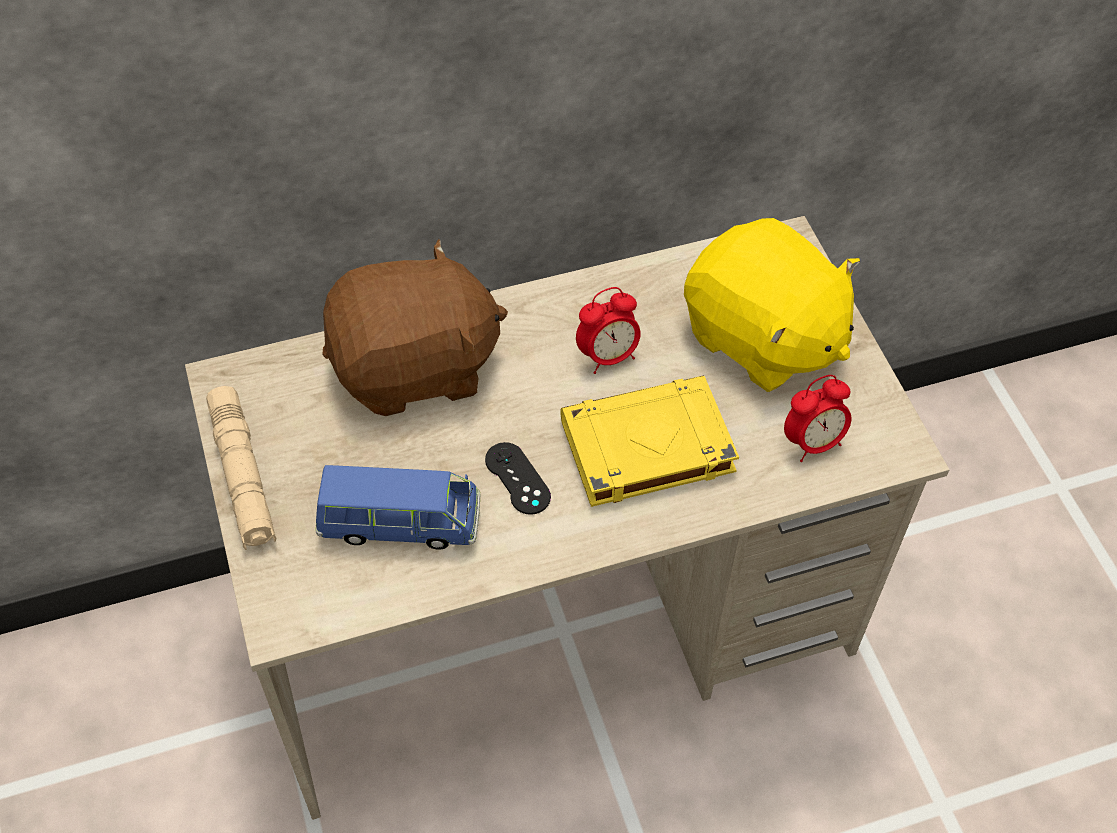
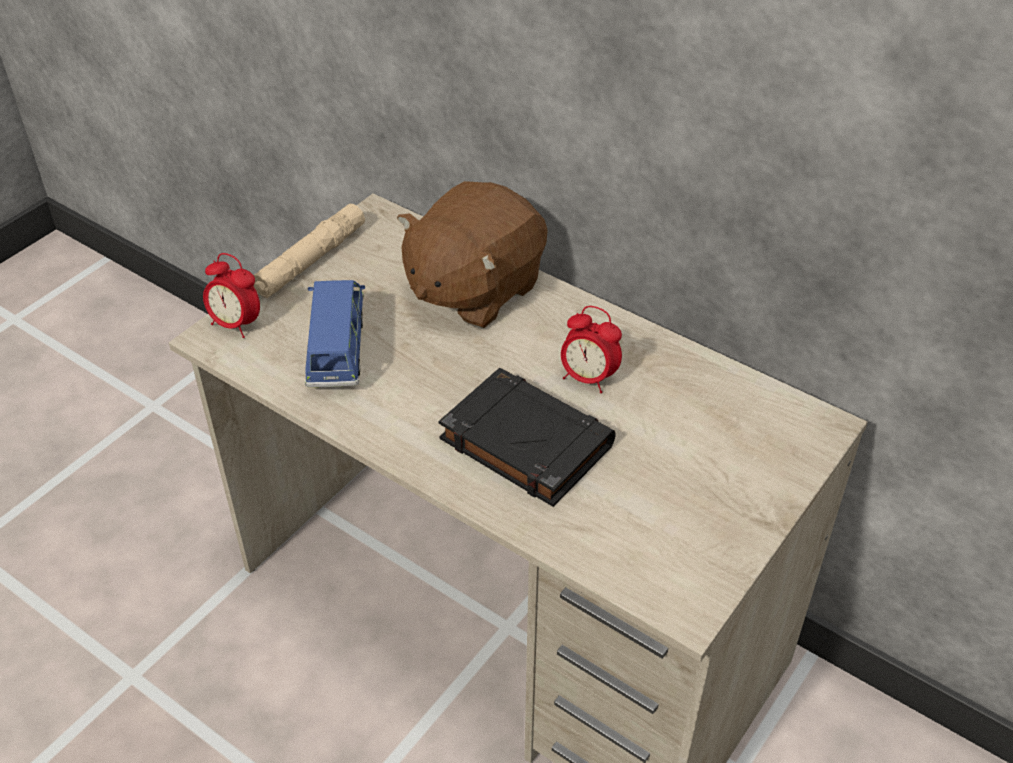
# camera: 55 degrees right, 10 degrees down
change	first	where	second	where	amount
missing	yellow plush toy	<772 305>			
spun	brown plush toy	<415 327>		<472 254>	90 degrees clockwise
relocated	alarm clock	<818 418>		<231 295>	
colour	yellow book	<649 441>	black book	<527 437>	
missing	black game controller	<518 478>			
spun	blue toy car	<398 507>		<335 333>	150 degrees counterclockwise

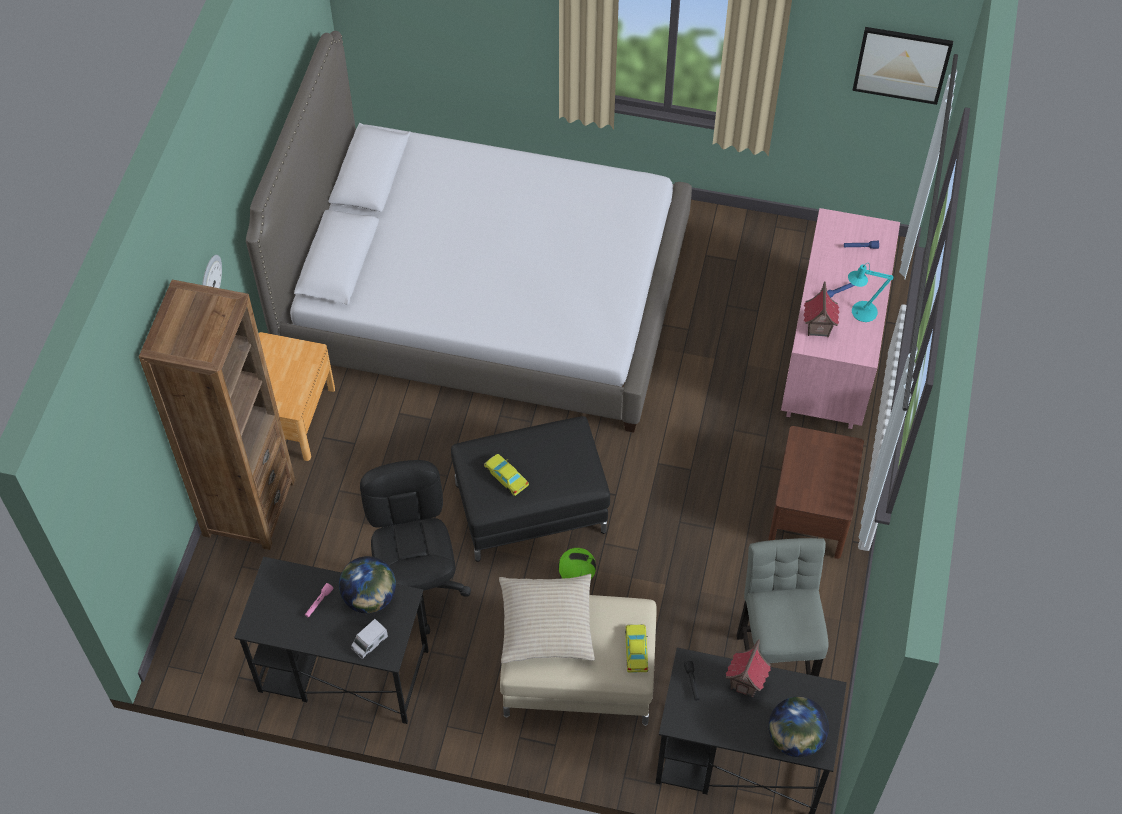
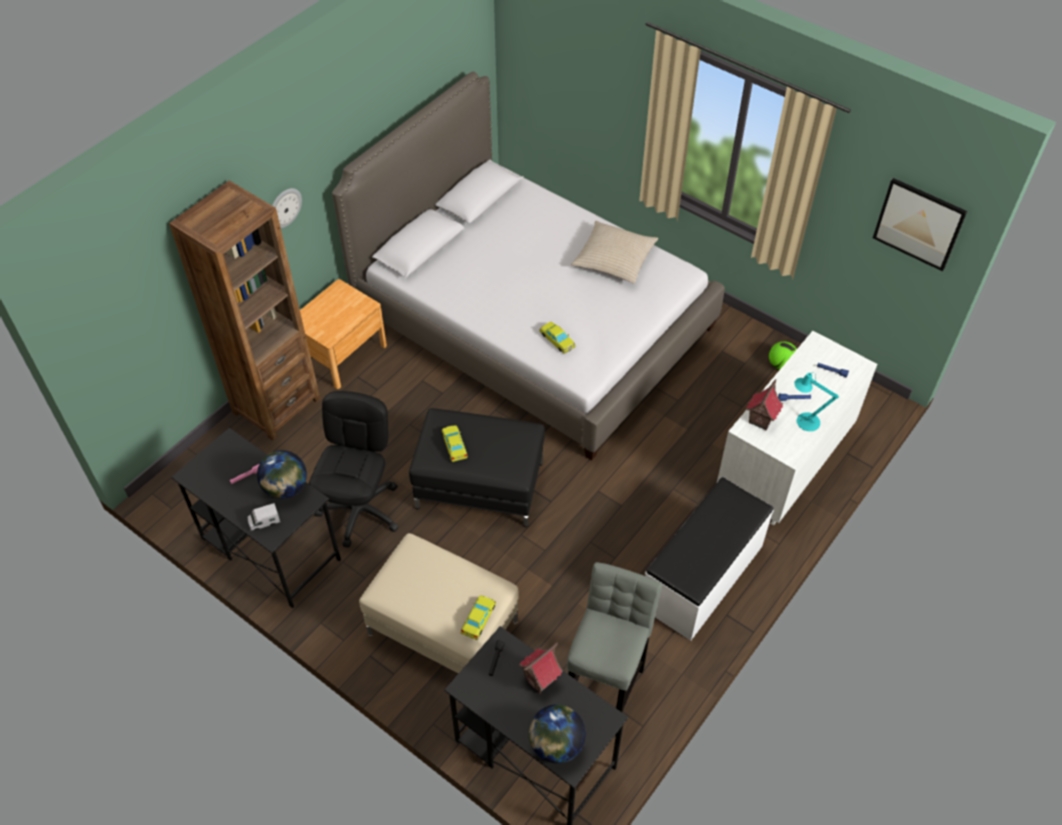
# camera: 25 degrees right, 5 degrees down
change	first	where	second	where	amount
colour	pink dresser	<840 318>	white dresser	<797 428>	
exchanged	brown nightstand	<816 492>	white bench	<709 559>	
relocated	football	<577 563>		<783 355>	
relocated	beige pillow	<547 618>		<614 252>	
appeared			yellow toy car	<557 338>	

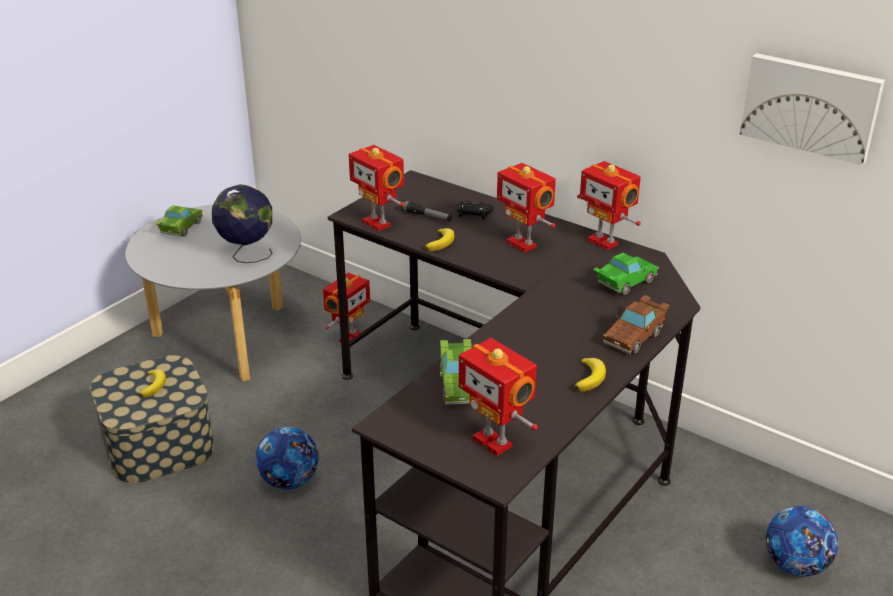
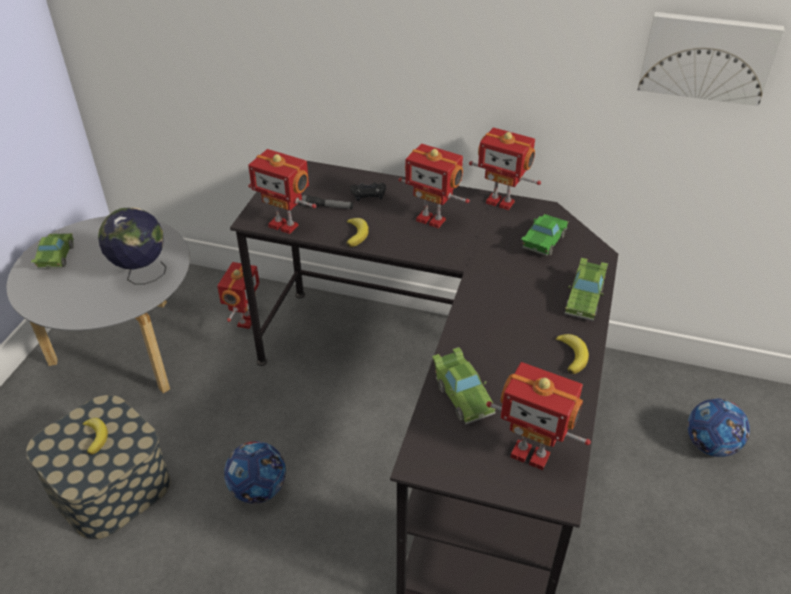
# camera: 20 degrees left, 10 degrees up
change	first	where	second	where	amount
colour	brown toy car	<636 324>	green toy car	<586 289>	

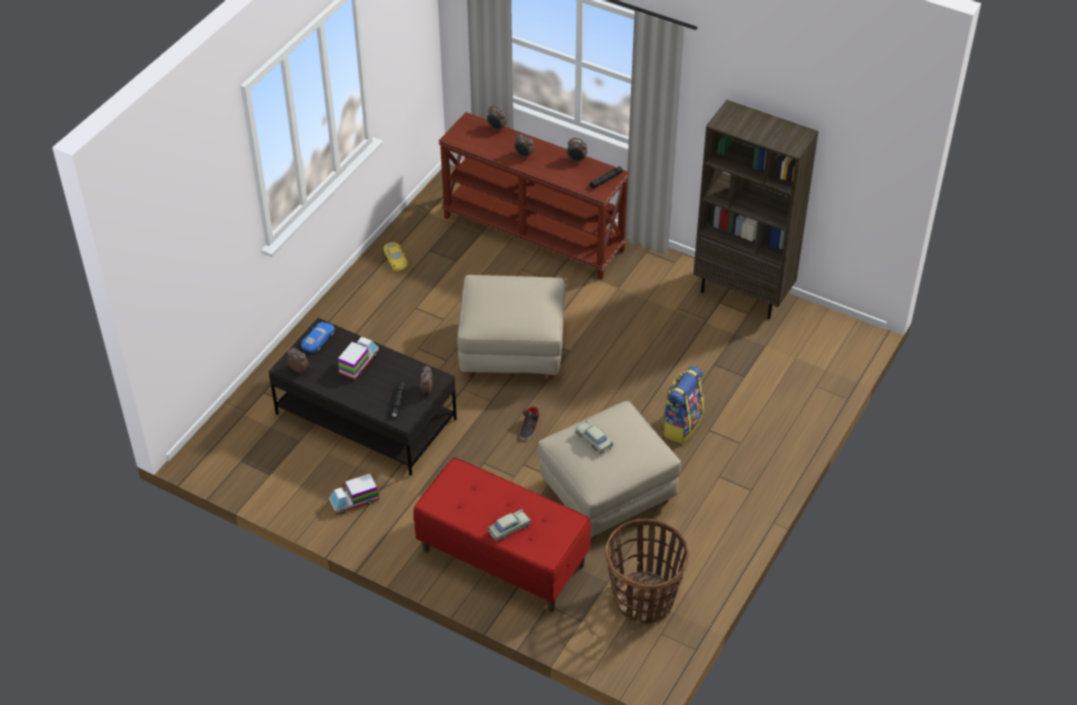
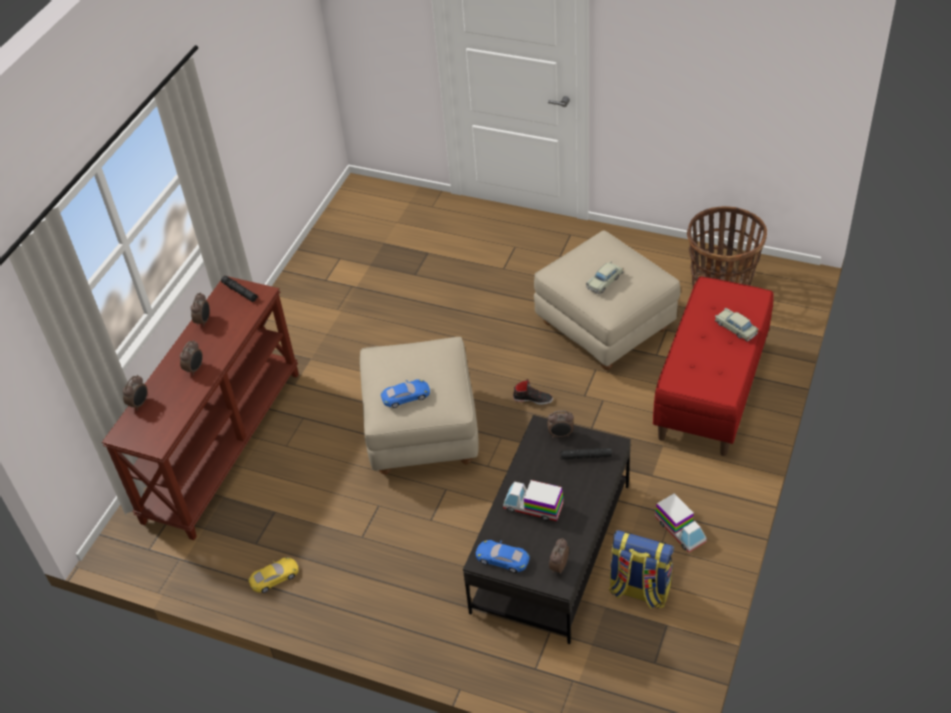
# camera: 95 degrees left, 0 degrees up
change	first	where	second	where	amount
missing	brown bookcase	<756 209>			
relocated	backpack	<682 405>		<641 569>	
appeared			blue toy car	<405 393>	

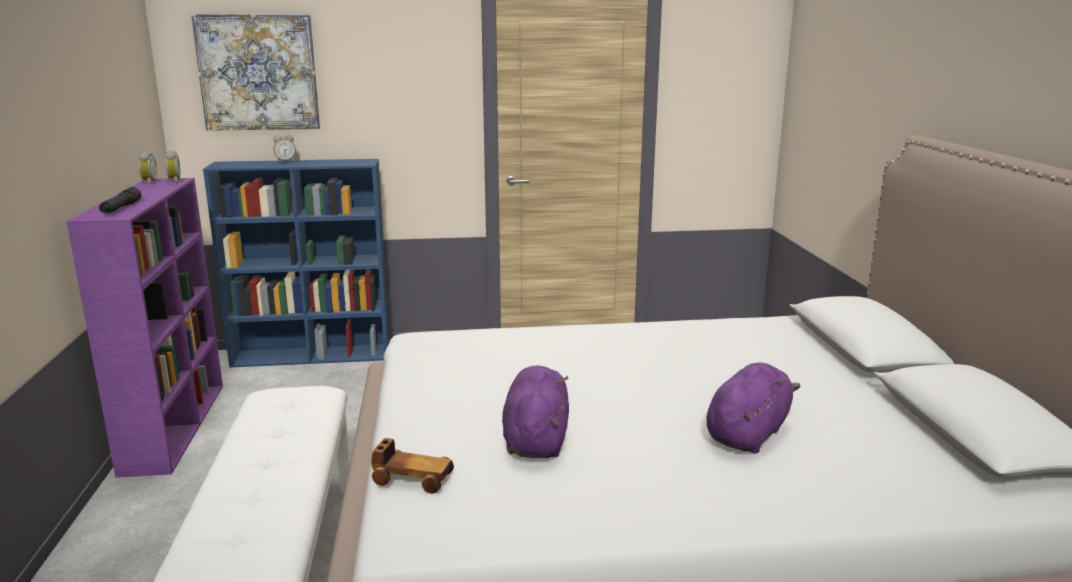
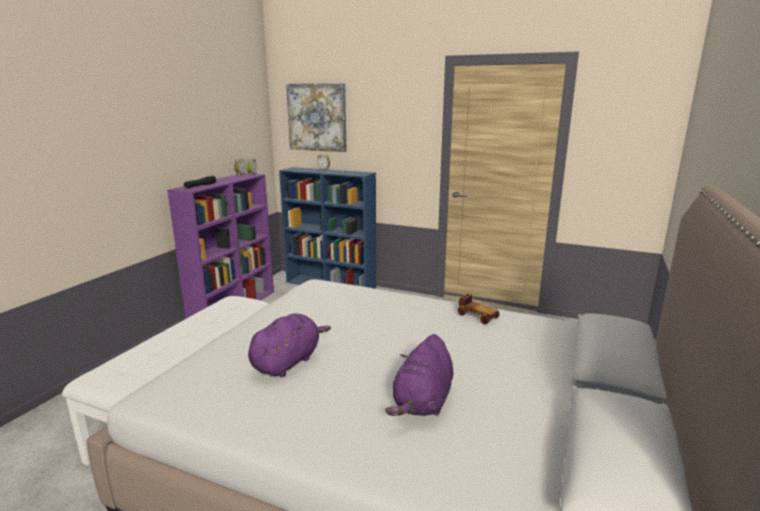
# camera: 30 degrees right, 0 degrees up
change	first	where	second	where	amount
spun	purple plush toy	<753 408>		<419 375>	135 degrees clockwise
relocated	toy car	<412 466>		<479 309>	

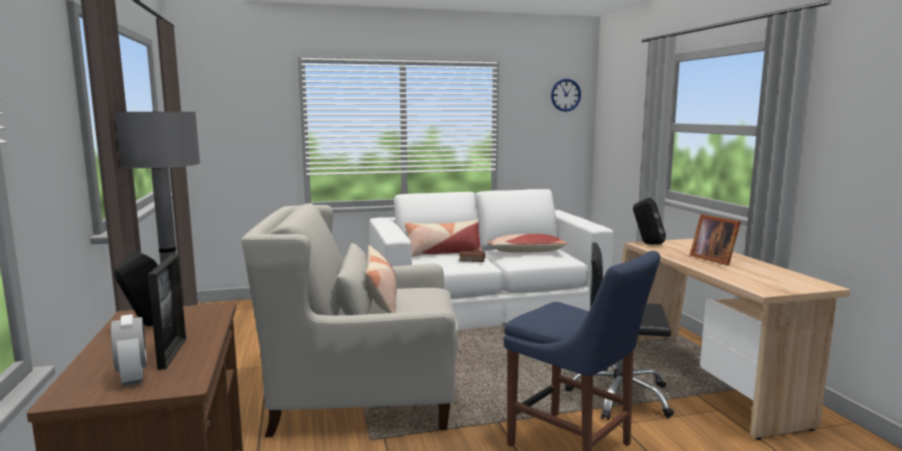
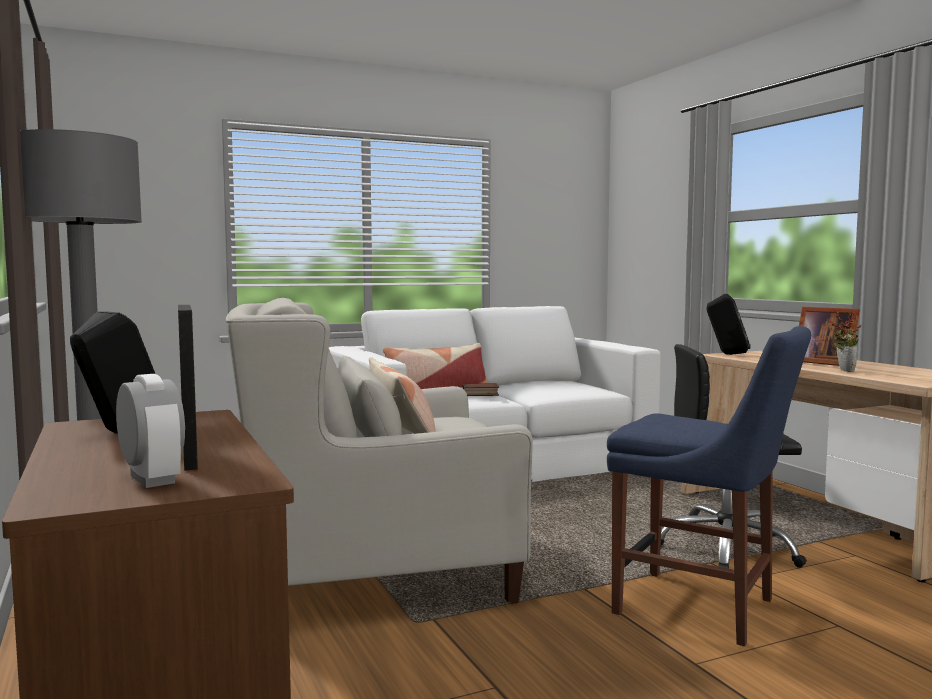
# camera: 10 degrees left, 5 degrees down
change	first	where	second	where	amount
missing	wall clock	<566 95>			
missing	pillow	<527 243>			
appeared			potted plant	<845 341>	

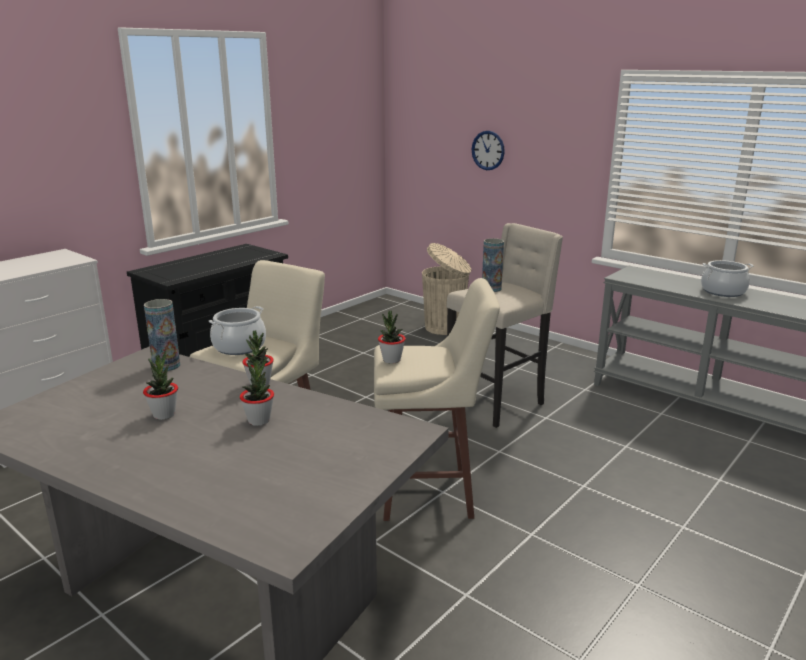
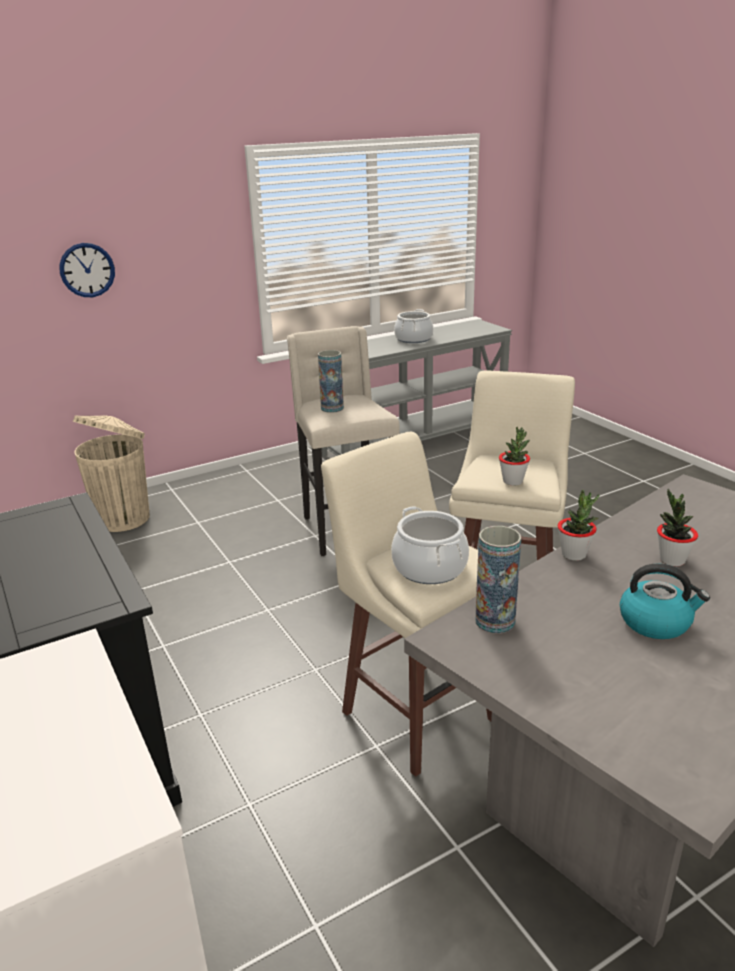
# camera: 70 degrees left, 5 degrees up
change	first	where	second	where	amount
exchanged	potted plant	<160 385>	kettle	<665 601>	

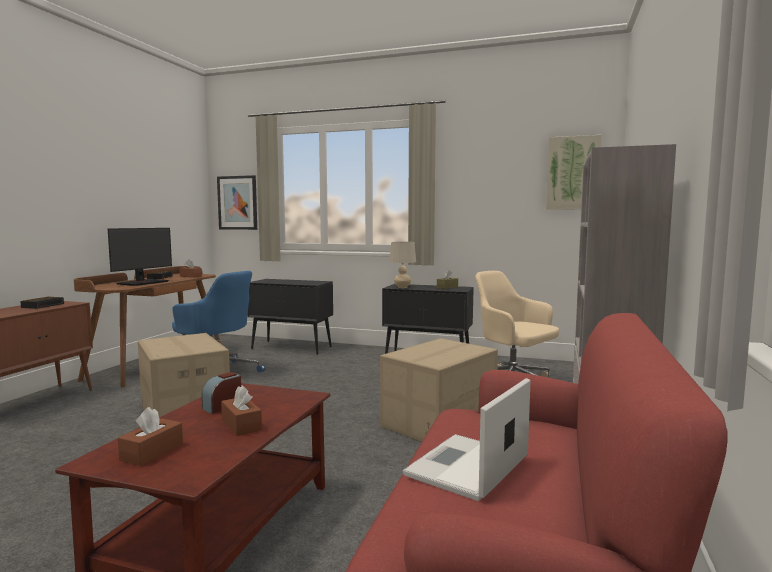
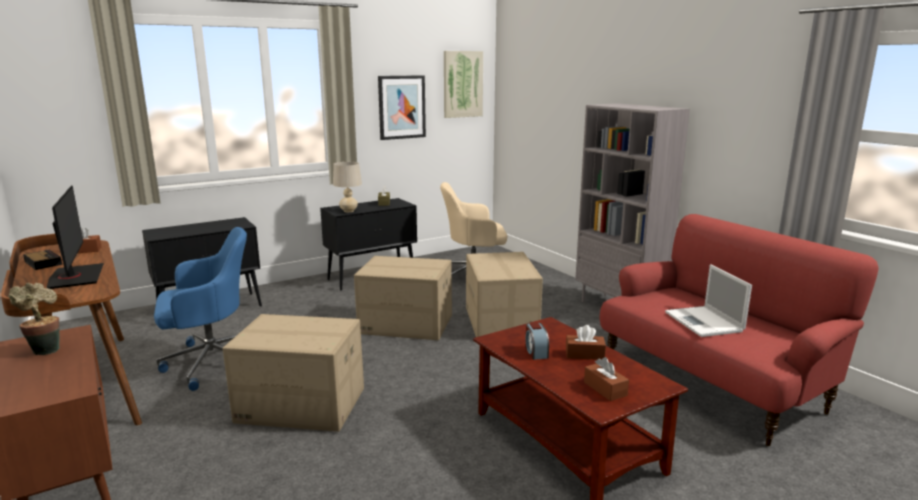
# camera: 50 degrees left, 10 degrees up
change	first	where	second	where	amount
relocated	picture	<237 202>		<402 107>	
exchanged	alarm clock	<42 303>	potted plant	<34 319>	
appeared			cardboard box	<403 298>	

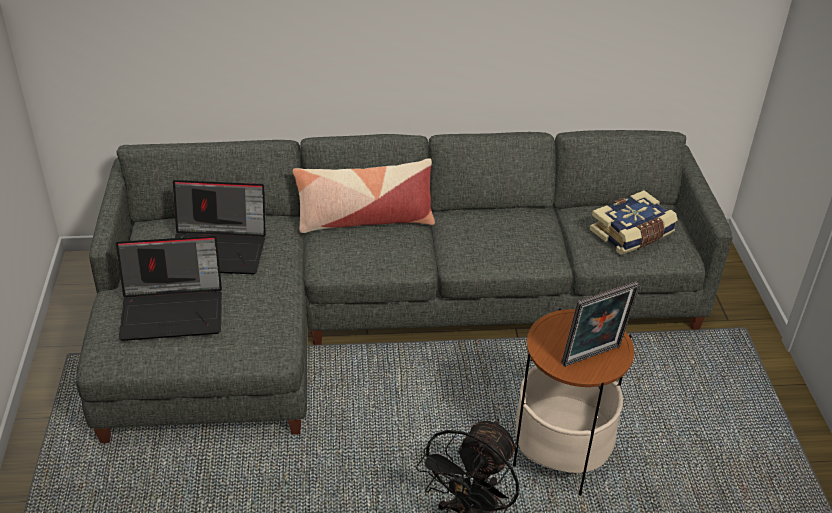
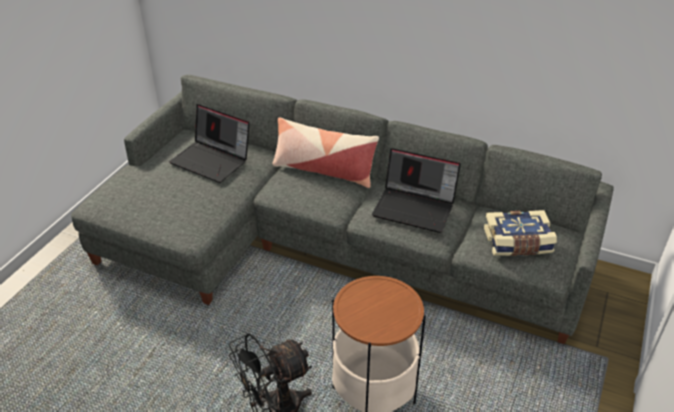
# camera: 30 degrees right, 0 degrees up
change	first	where	second	where	amount
relocated	laptop	<169 288>		<416 190>	
missing	picture frame	<600 324>			

